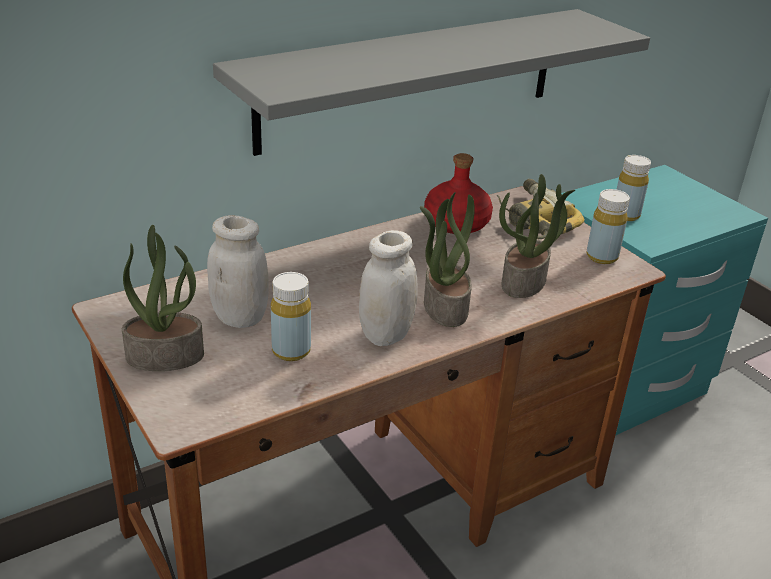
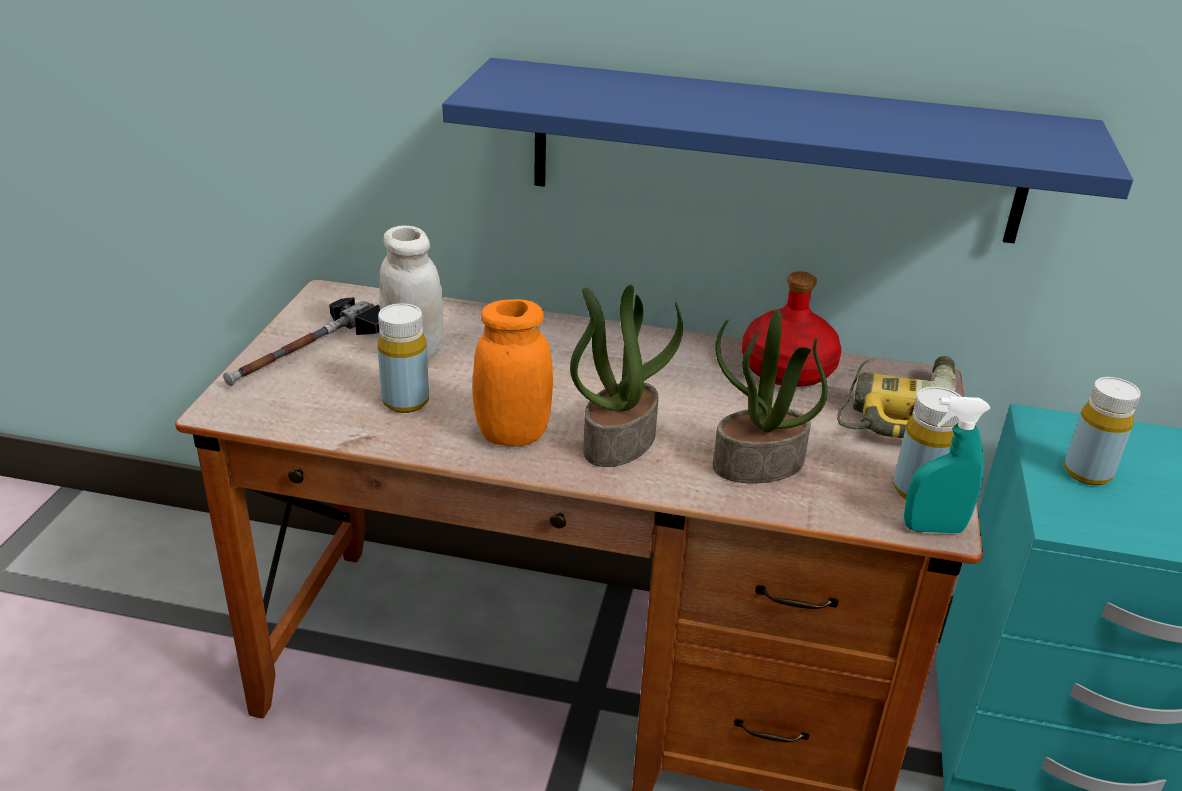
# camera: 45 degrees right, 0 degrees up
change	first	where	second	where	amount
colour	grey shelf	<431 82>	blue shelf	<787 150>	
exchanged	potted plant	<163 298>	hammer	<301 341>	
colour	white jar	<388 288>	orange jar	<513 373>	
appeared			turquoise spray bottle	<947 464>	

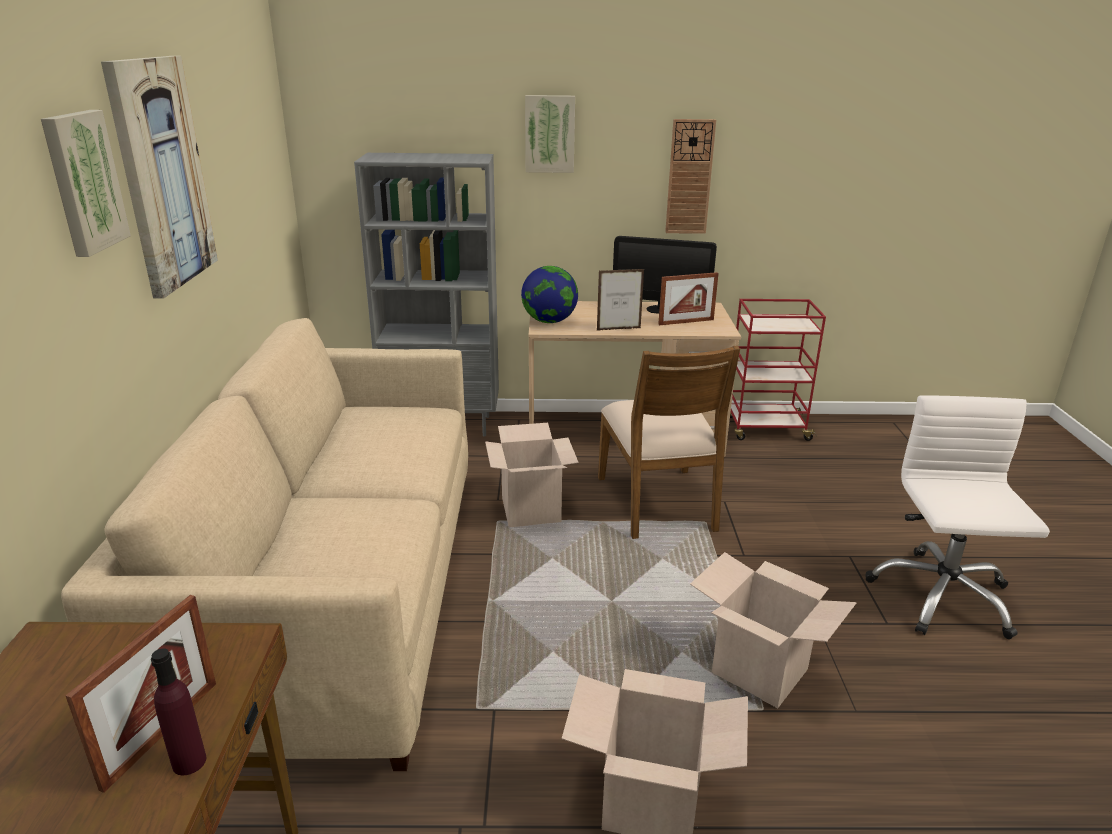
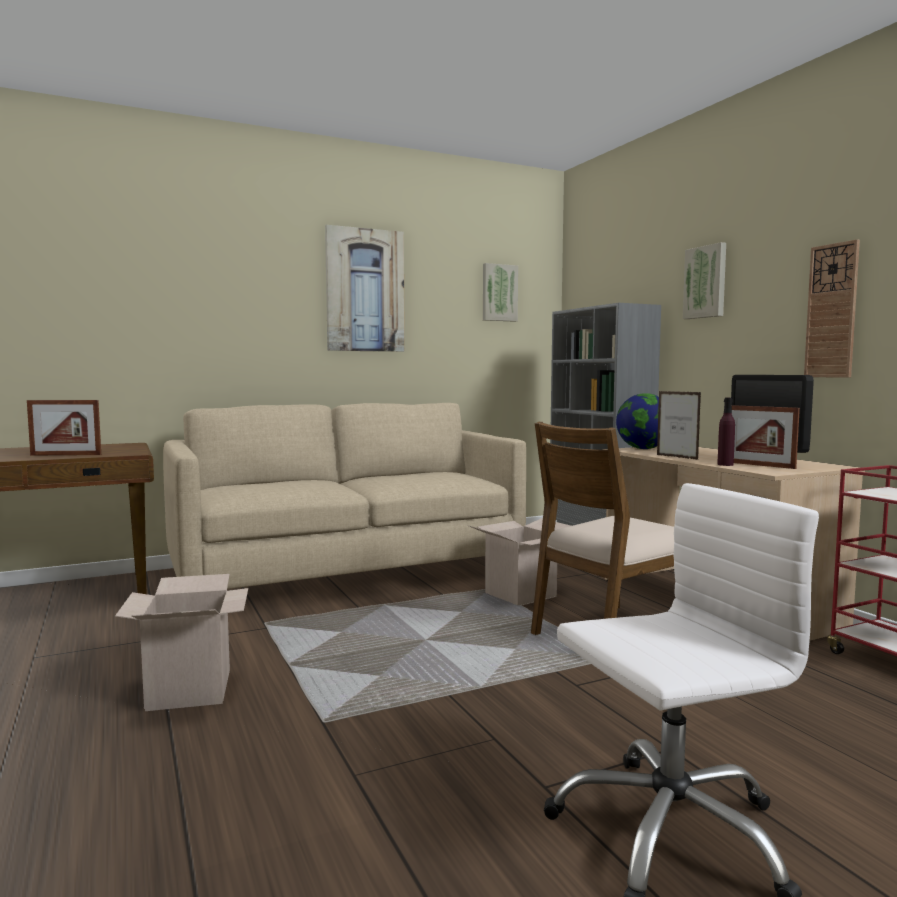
# camera: 65 degrees right, 20 degrees down
change	first	where	second	where	amount
relocated	picture	<86 183>		<500 292>	
missing	cardboard box	<773 630>			
relocated	purple bottle	<178 712>		<726 432>	

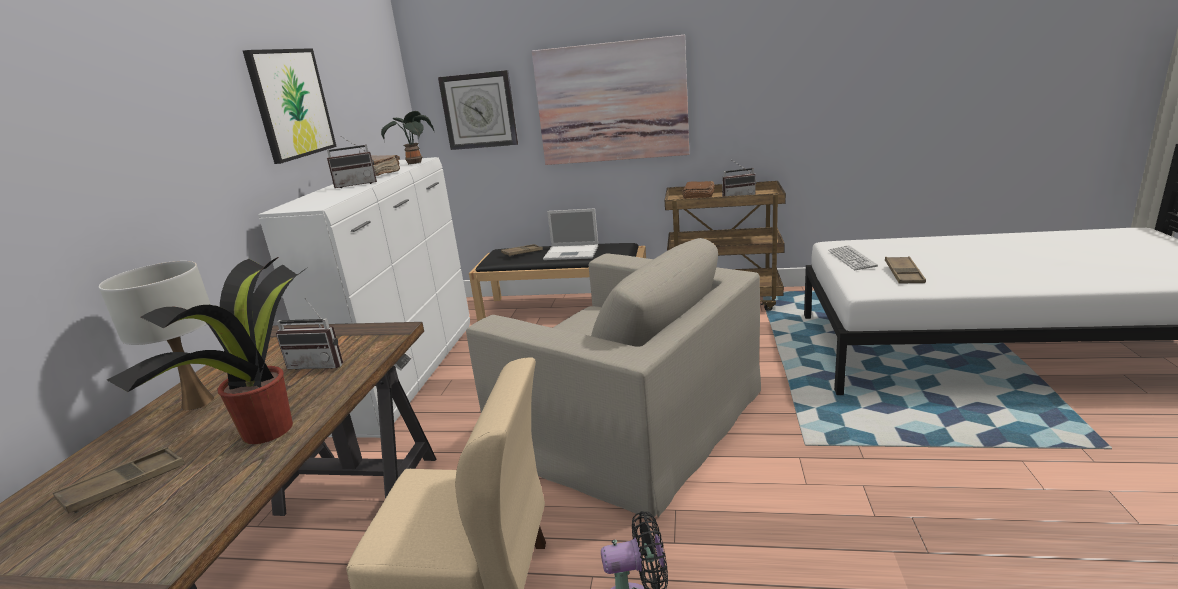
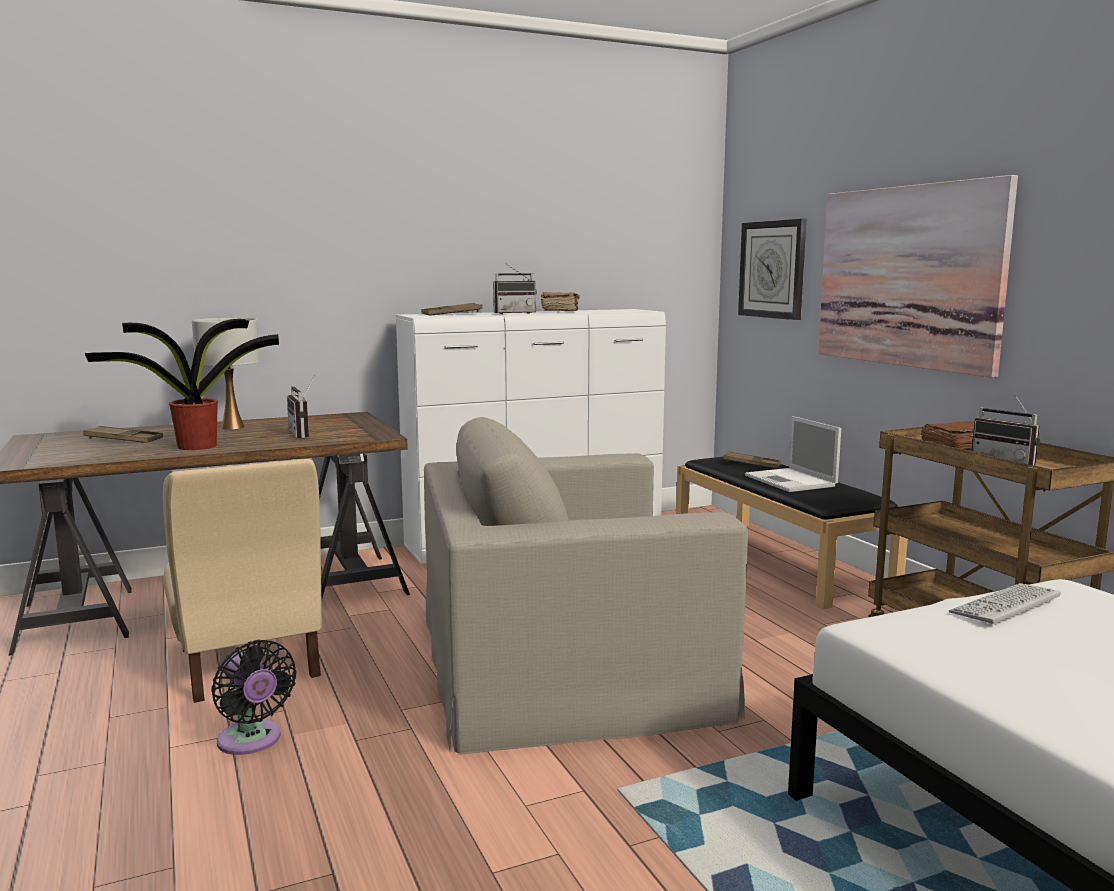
# camera: 55 degrees right, 10 degrees down
change	first	where	second	where	amount
missing	picture	<290 106>			
missing	potted plant	<407 138>			
spun	radio	<352 162>		<515 288>	60 degrees counterclockwise
spun	beige armchair	<613 378>		<586 586>	75 degrees clockwise
relocated	brown tray	<905 269>		<451 309>	

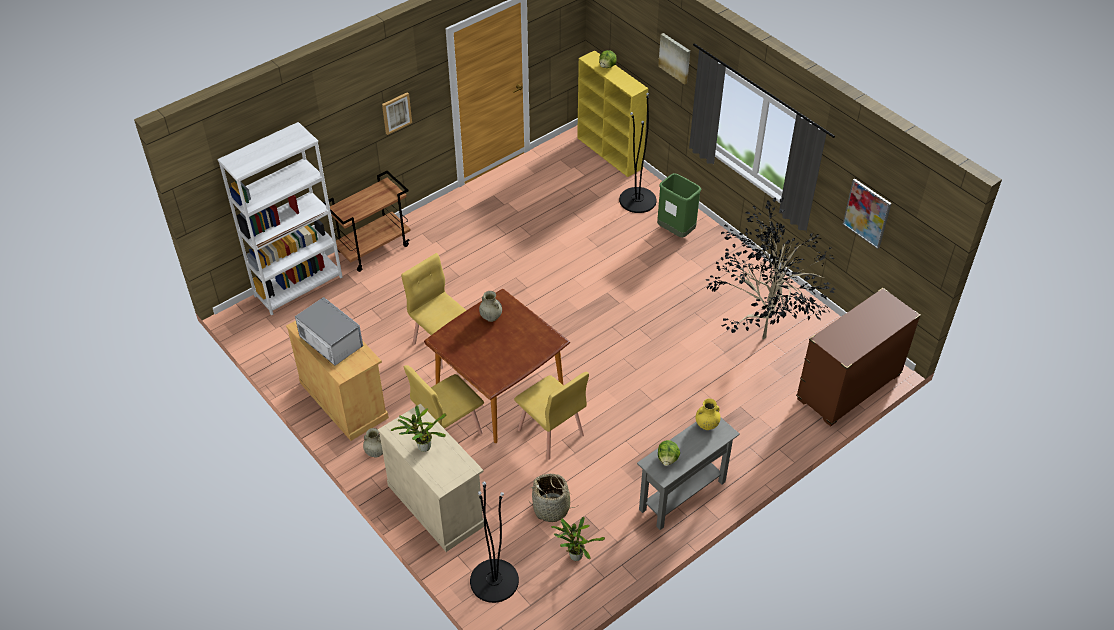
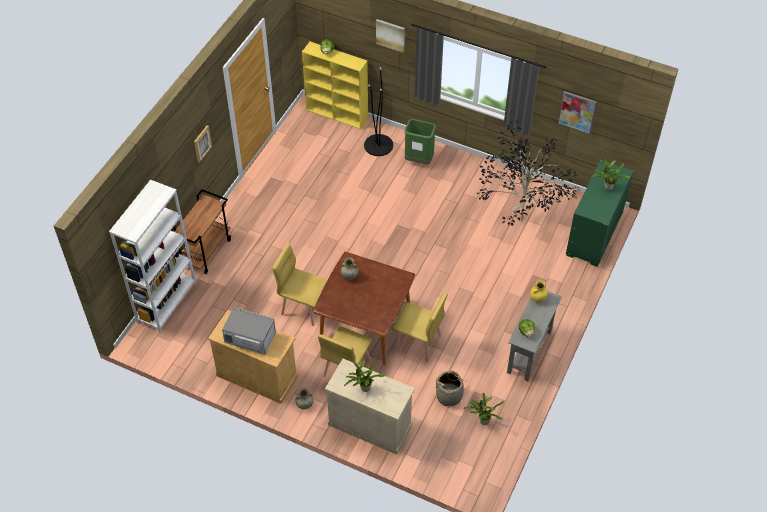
# camera: 25 degrees left, 5 degrees up
change	first	where	second	where	amount
colour	brown dresser	<858 357>	green dresser	<600 213>	
missing	black floor lamp	<494 542>			
appeared			potted plant	<610 175>	

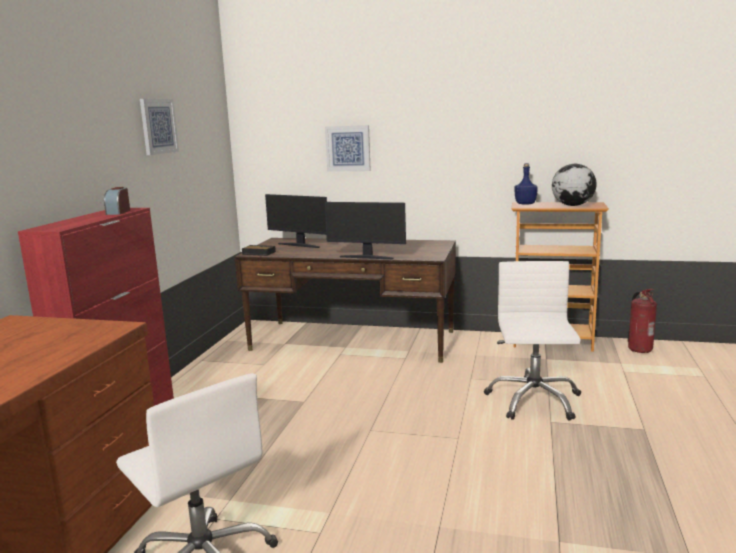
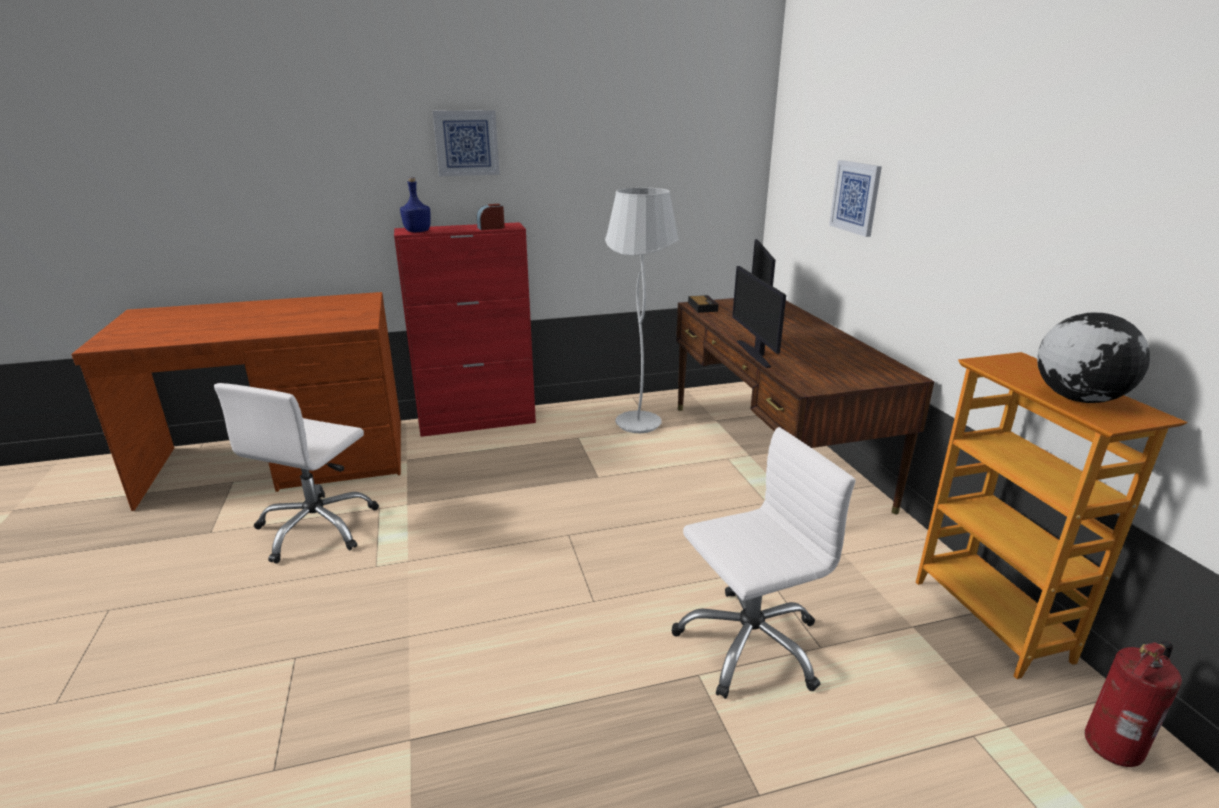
# camera: 60 degrees right, 10 degrees up
change	first	where	second	where	amount
relocated	picture	<159 127>		<466 143>	
relocated	blue bottle	<526 184>		<415 204>	
appeared			white floor lamp	<642 310>	

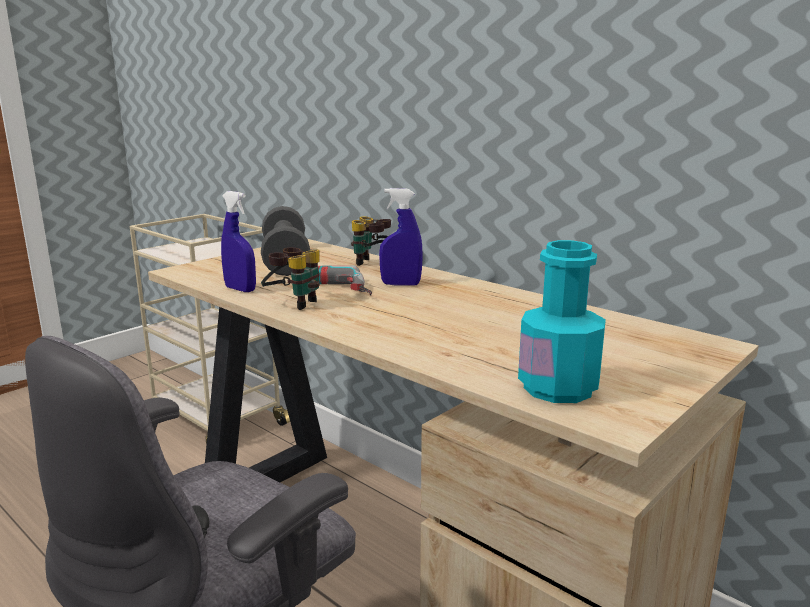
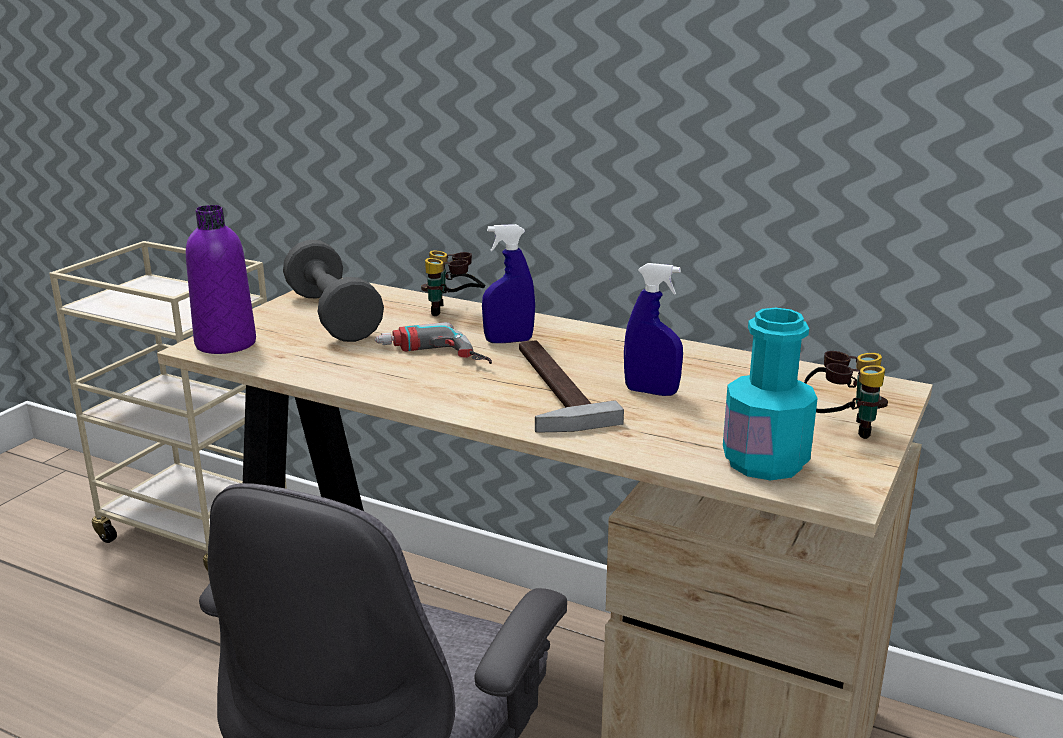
# camera: 15 degrees left, 5 degrees up
change	first	where	second	where	amount
relocated	blue spray bottle	<238 241>		<653 329>	
relocated	binoculars	<290 278>		<846 395>	
appeared			purple bottle	<221 279>	
appeared			hammer	<571 386>	

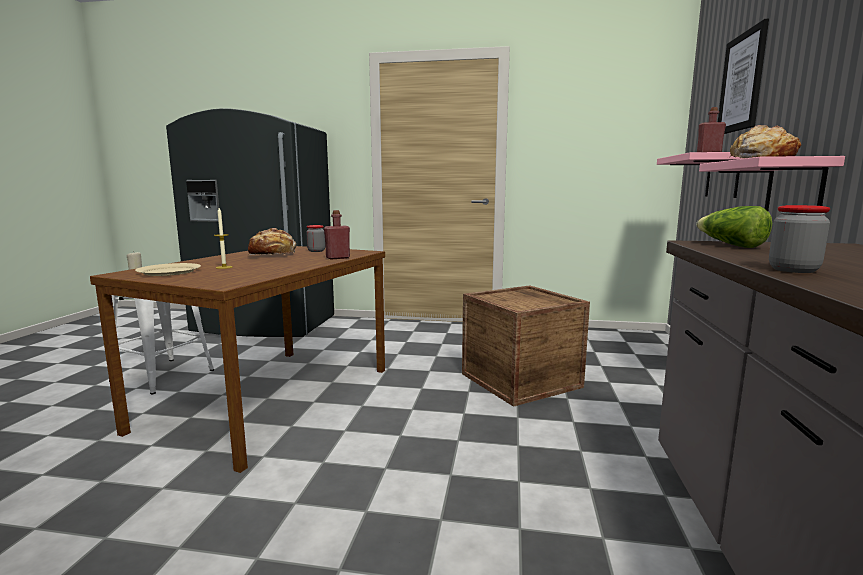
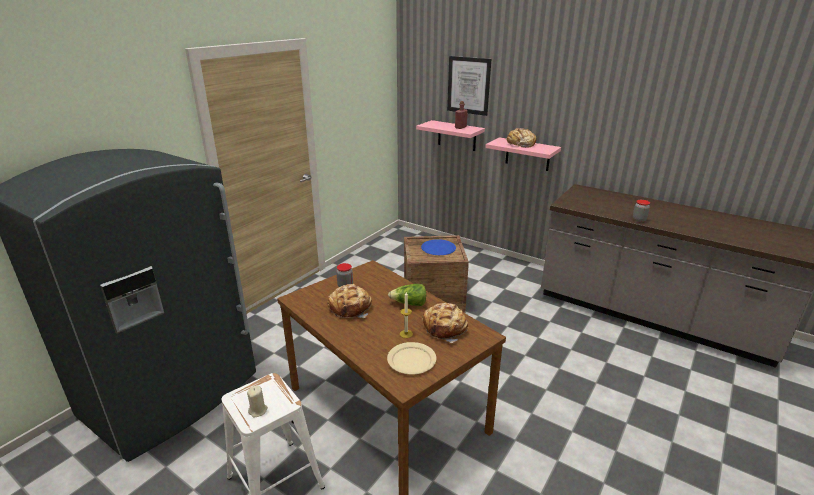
# camera: 65 degrees left, 15 degrees up
change	first	where	second	where	amount
relocated	lettuce	<734 227>		<407 295>	
missing	red bottle	<337 234>			
appeared			blue plate	<438 247>	
appeared			bread	<445 323>	

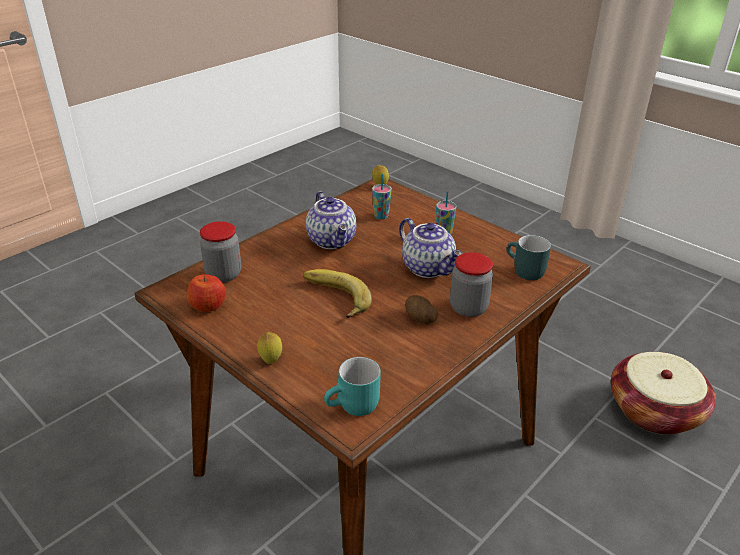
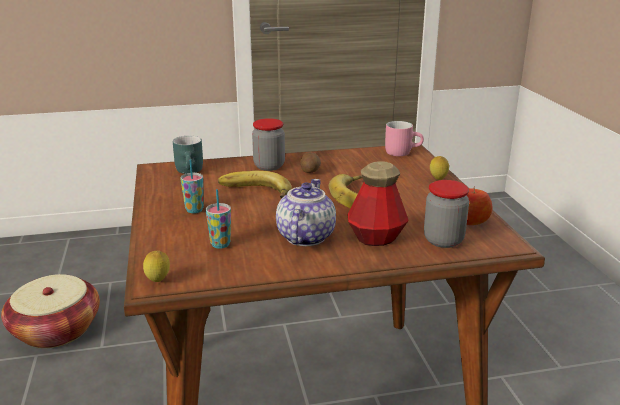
# camera: 145 degrees left, 10 degrees down
change	first	where	second	where	amount
exchanged	teapot	<431 248>	banana	<255 184>	
colour	turquoise mug	<352 386>	pink mug	<404 138>	
appeared			bottle	<378 203>	

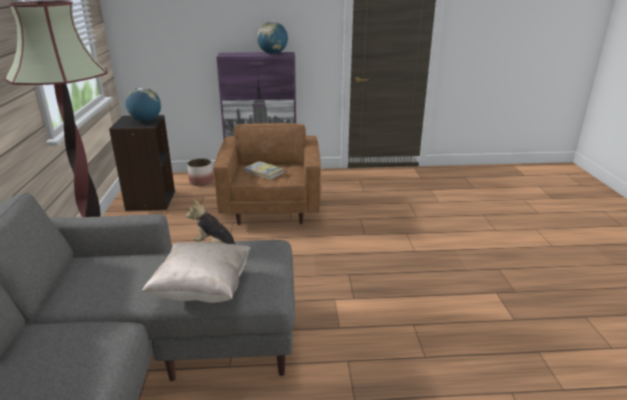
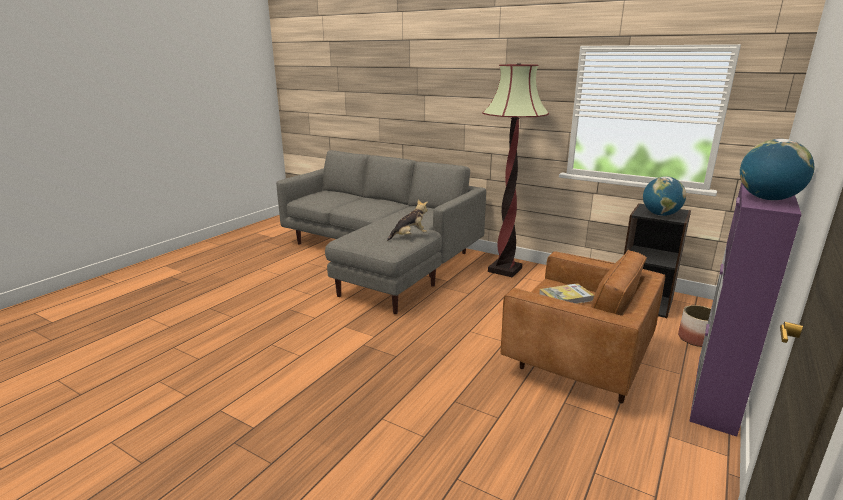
# camera: 125 degrees right, 5 degrees down
change	first	where	second	where	amount
missing	beige pillow	<196 272>			

